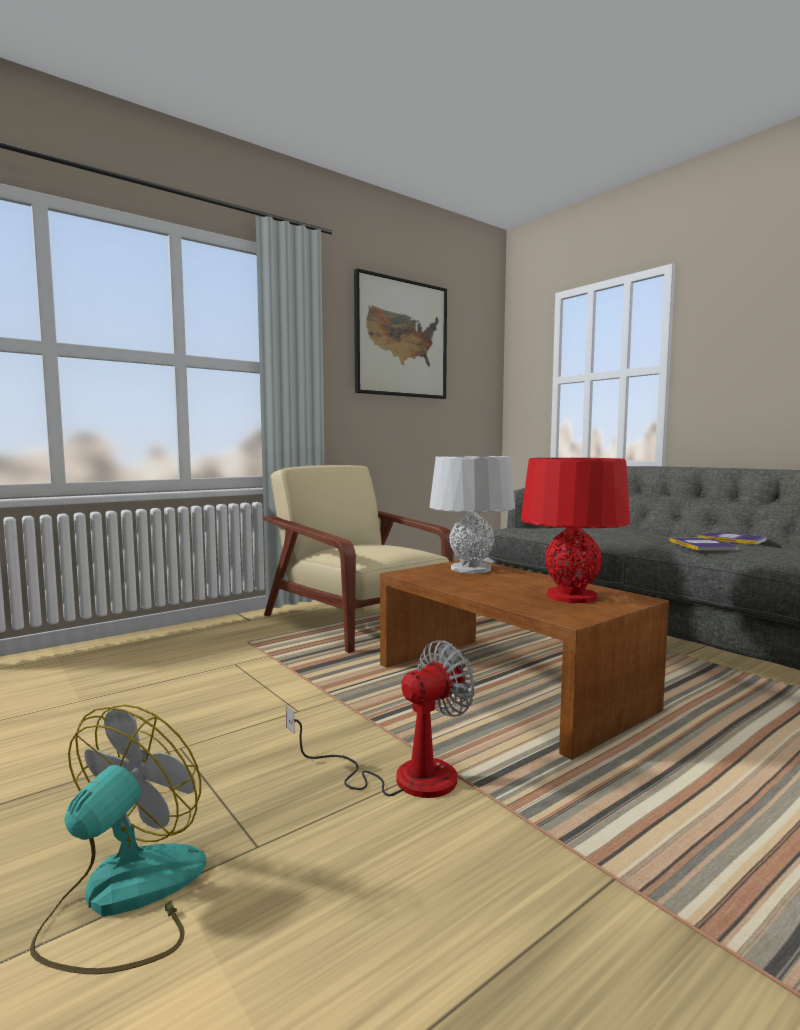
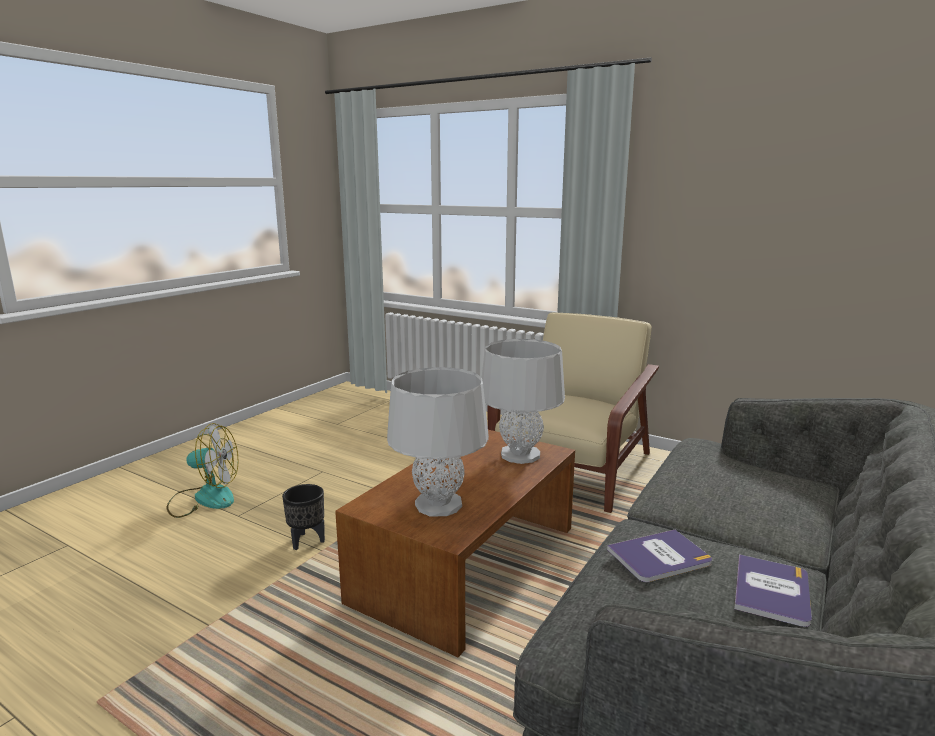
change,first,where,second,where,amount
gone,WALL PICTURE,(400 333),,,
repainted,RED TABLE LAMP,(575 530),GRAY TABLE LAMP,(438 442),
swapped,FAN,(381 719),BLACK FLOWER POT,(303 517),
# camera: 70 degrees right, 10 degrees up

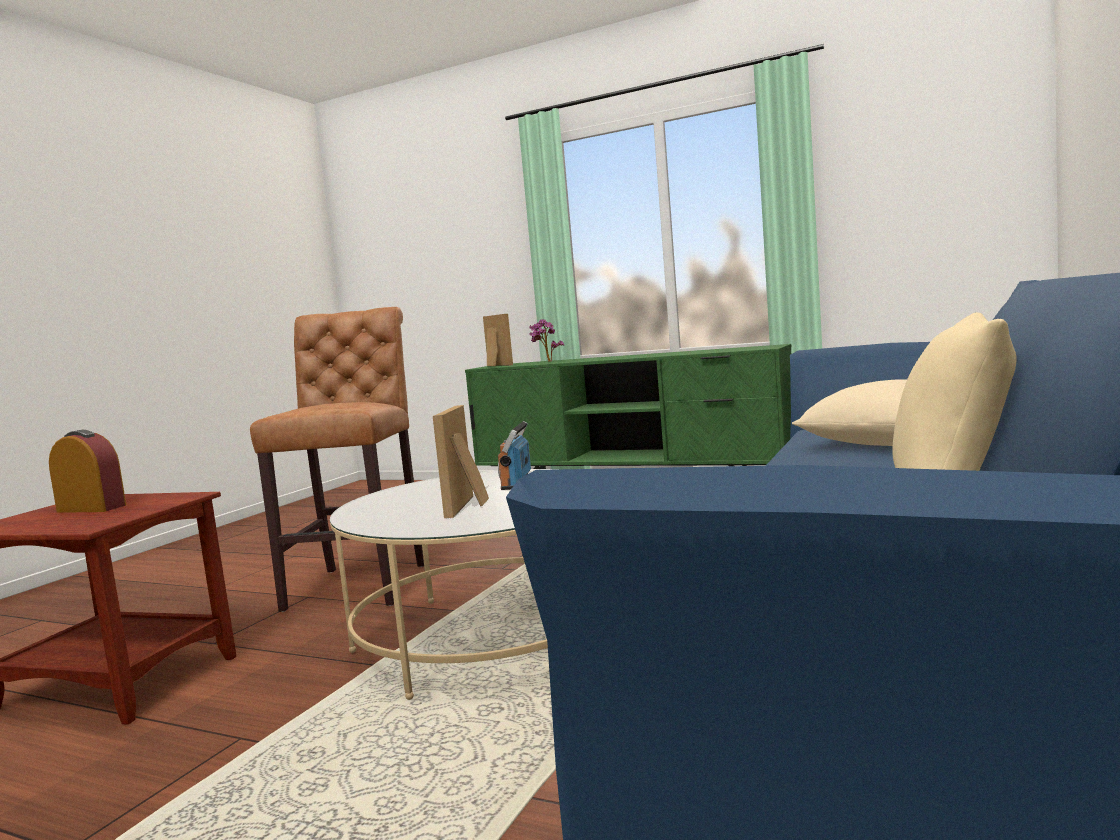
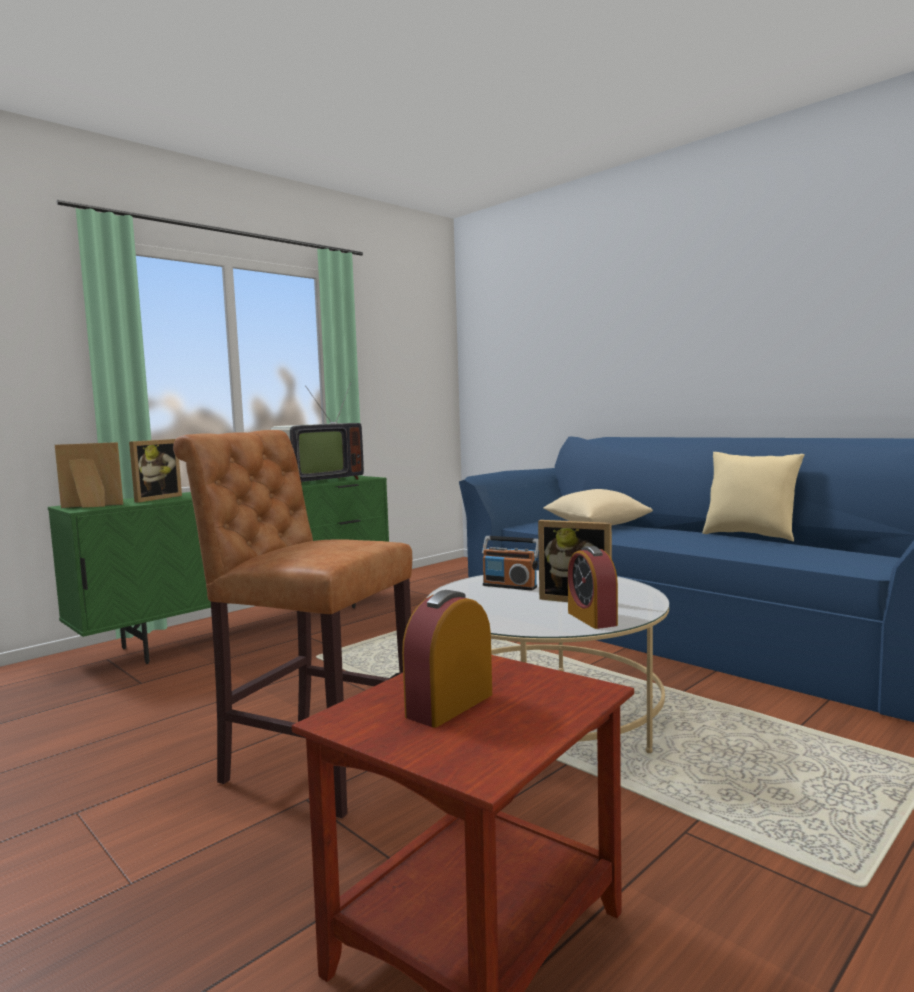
change,first,where,second,where,amount
swapped,POTTED PLANT,(547 340),PICTURE FRAME,(155 471),
new,,,TV,(317 432),
new,,,TABLE CLOCK,(593 587),
# camera: 70 degrees left, 0 degrees up

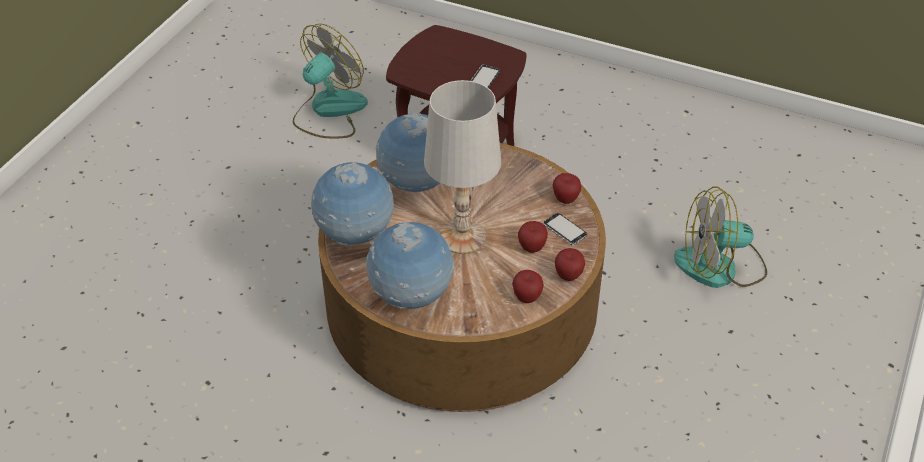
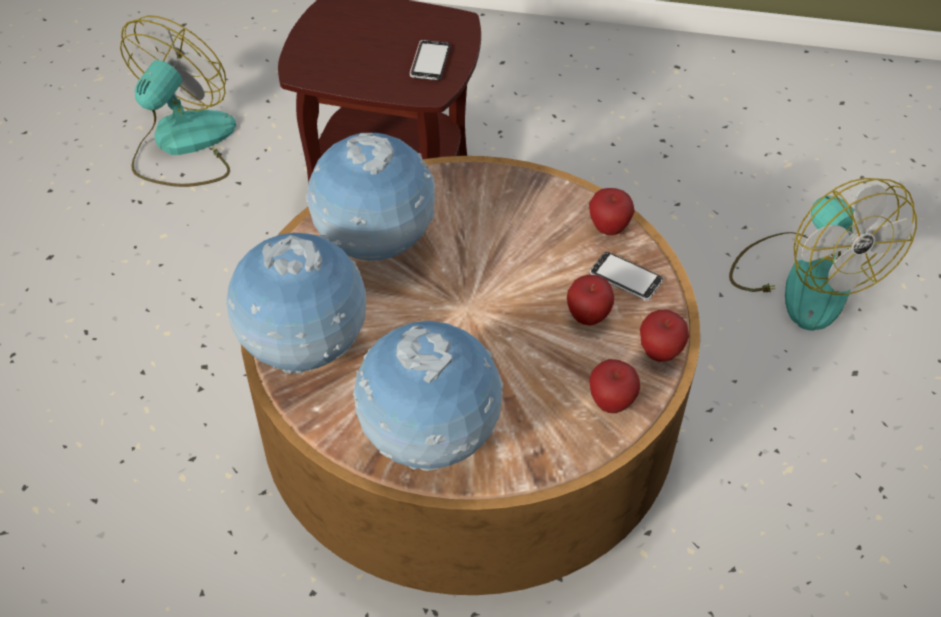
change,first,where,second,where,amount
gone,WHITE-COLOURED TABLE LAMP,(462 167),,,
rotated,FAN,(720 237),,(823 254),90 degrees counterclockwise
# camera: 15 degrees left, 5 degrees up

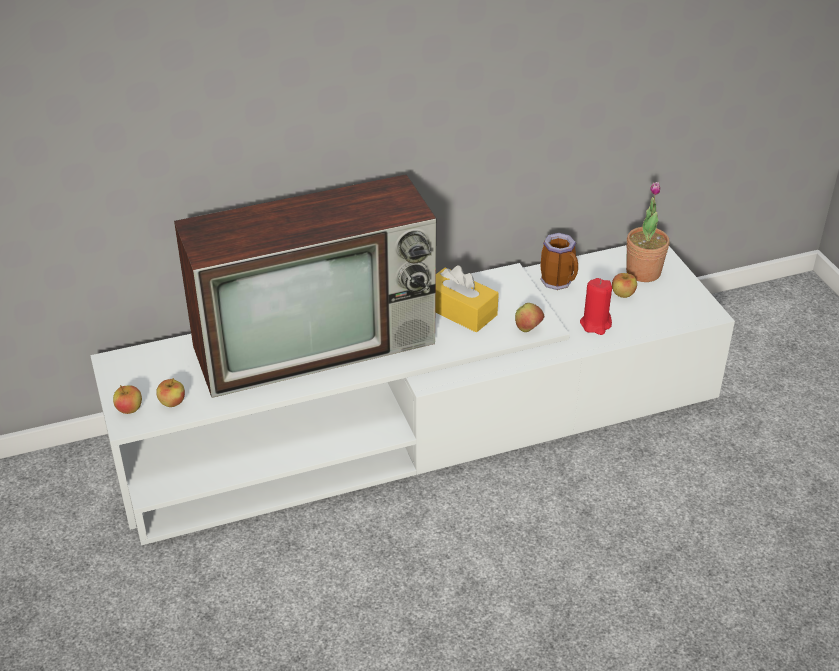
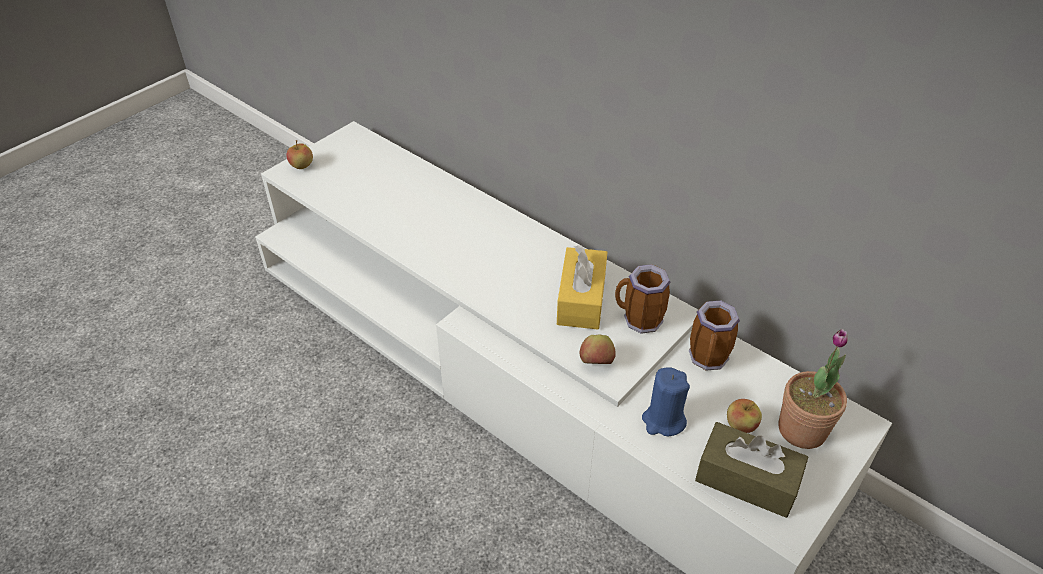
change,first,where,second,where,amount
gone,TV,(305 286),,,
repainted,RED CANDLE,(596 306),BLUE-COLOURED CANDLE,(666 402),
gone,WHOLE APPLE,(170 392),,,
new,,,MUG,(643 299),
new,,,BROWNISH BOX OF TISSUES,(751 470),
# camera: 60 degrees right, 5 degrees up

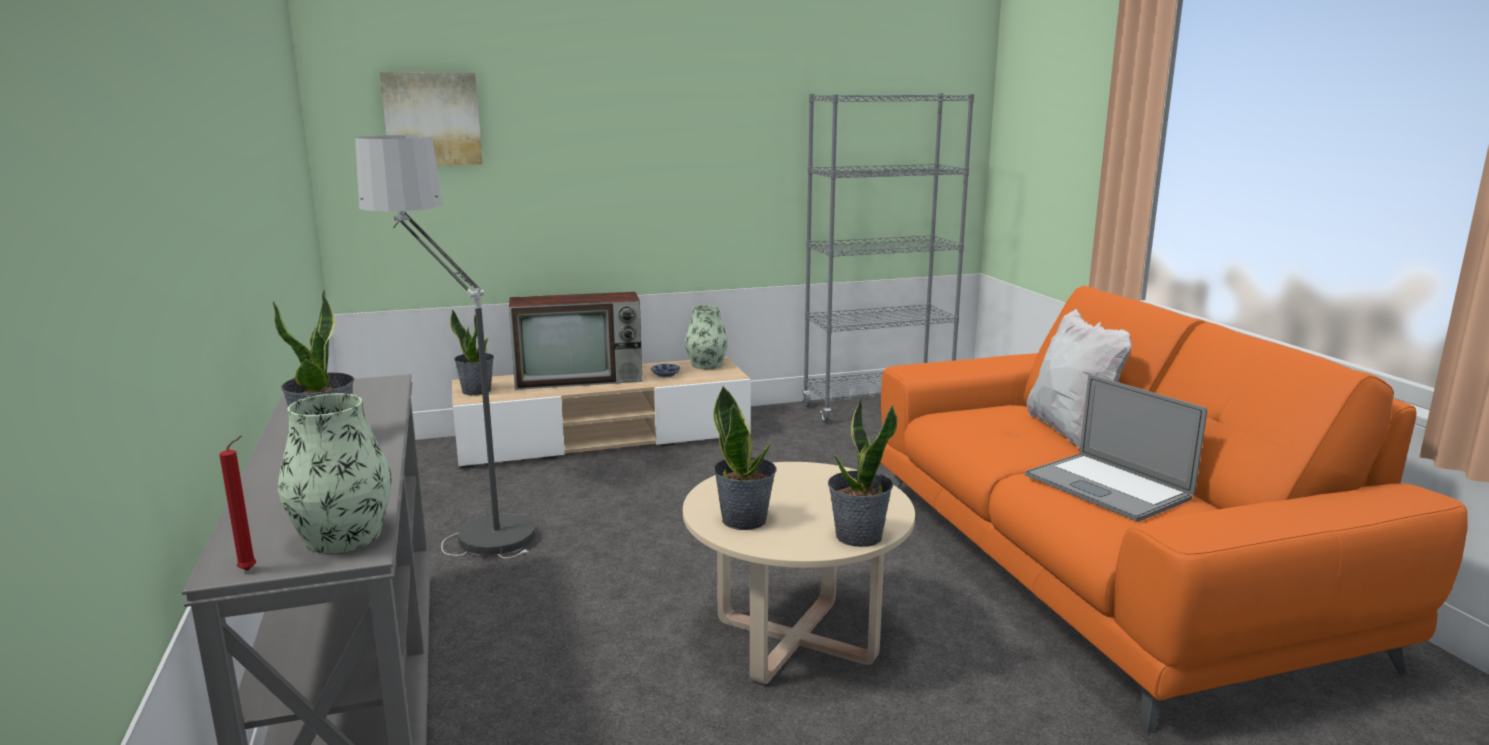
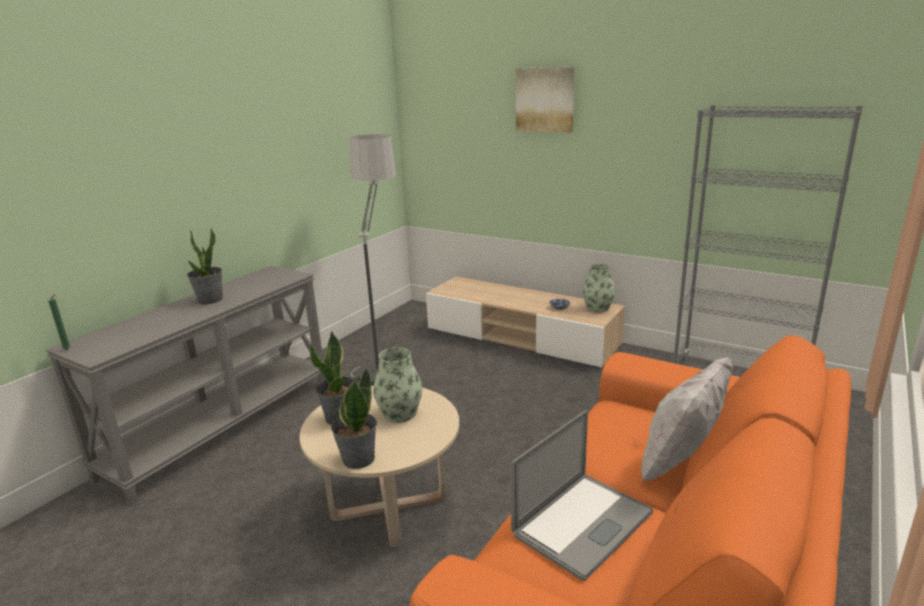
change,first,where,second,where,amount
shifted,WALL PICTURE,(431 118),,(545 99),
gone,TV,(575 341),,,
gone,POTTED PLANT,(472 353),,,
rotated,PORTABLE COMPUTER,(1116 448),,(582 495),150 degrees counterclockwise
shifted,DECORATIVE VASE,(335 473),,(397 385),
repainted,RED CANDLE,(237 503),GREEN CANDLE,(59 322),
# camera: 50 degrees right, 5 degrees up

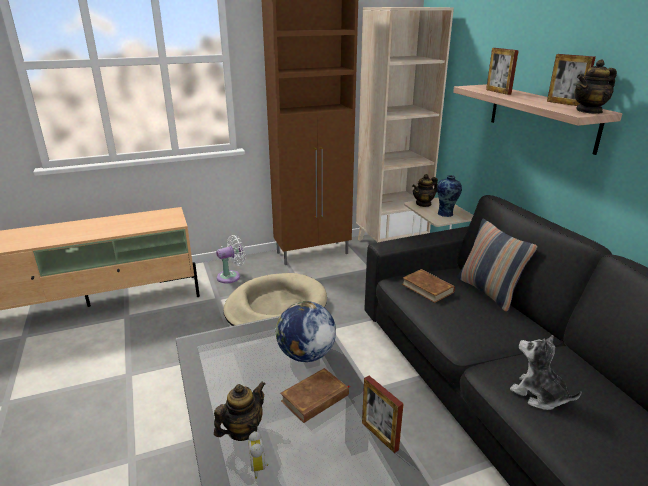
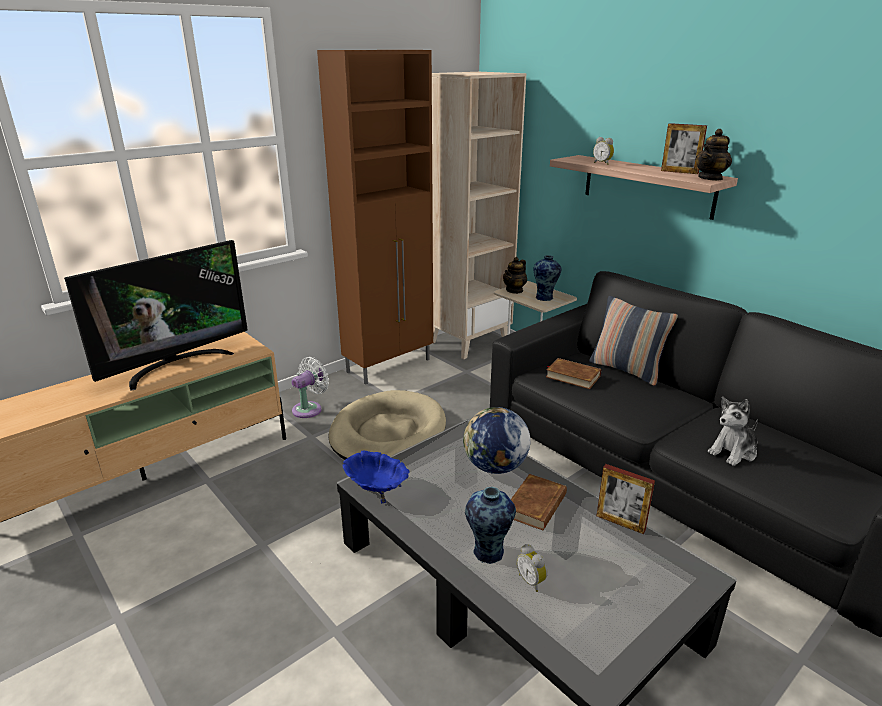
change,first,where,second,where,amount
swapped,PICTURE FRAME,(502 71),TABLE CLOCK,(603 151),
rotated,SOFT TOY,(546 372),,(733 431),60 degrees counterclockwise
swapped,POT FOR TEA,(239 411),DECORATIVE VASE,(490 525),
new,,,TV,(156 315),
new,,,BLUE-COLOURED DEEP DISH,(376 477),
# camera: 20 degrees left, 0 degrees up

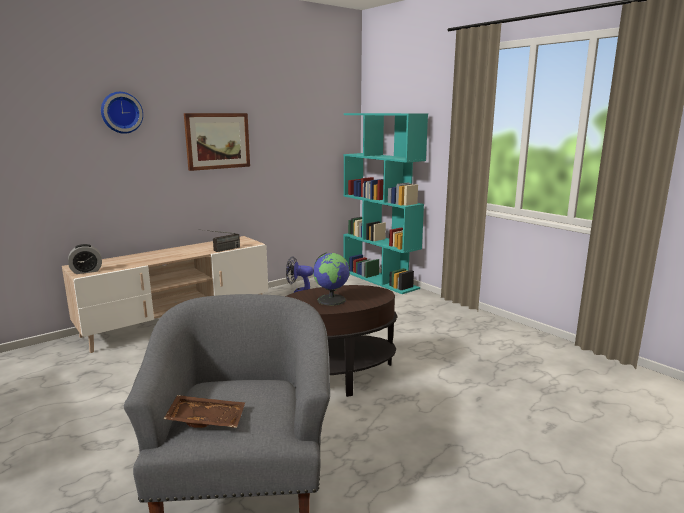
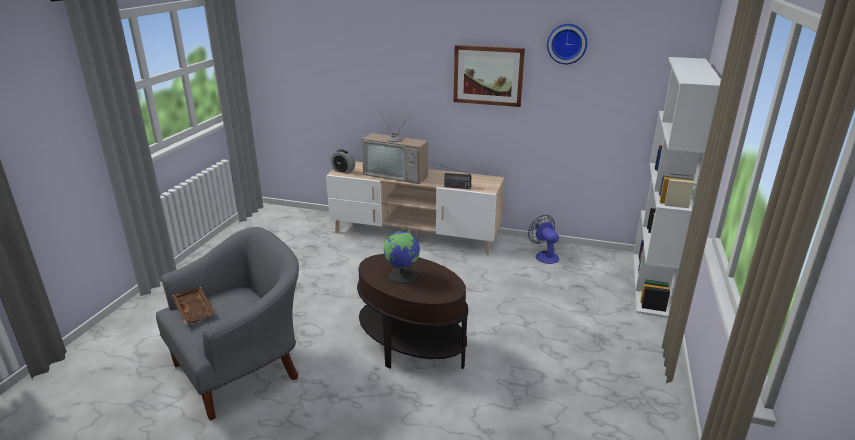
change,first,where,second,where,amount
shifted,CLOCK ON THE WALL,(122 113),,(567 44),
repainted,TURQUOISE-COLOURED BOOKSHELF,(386 203),WHITE-COLOURED BOOKSHELF,(677 187),
new,,,TV,(394 145),
# camera: 55 degrees right, 10 degrees up

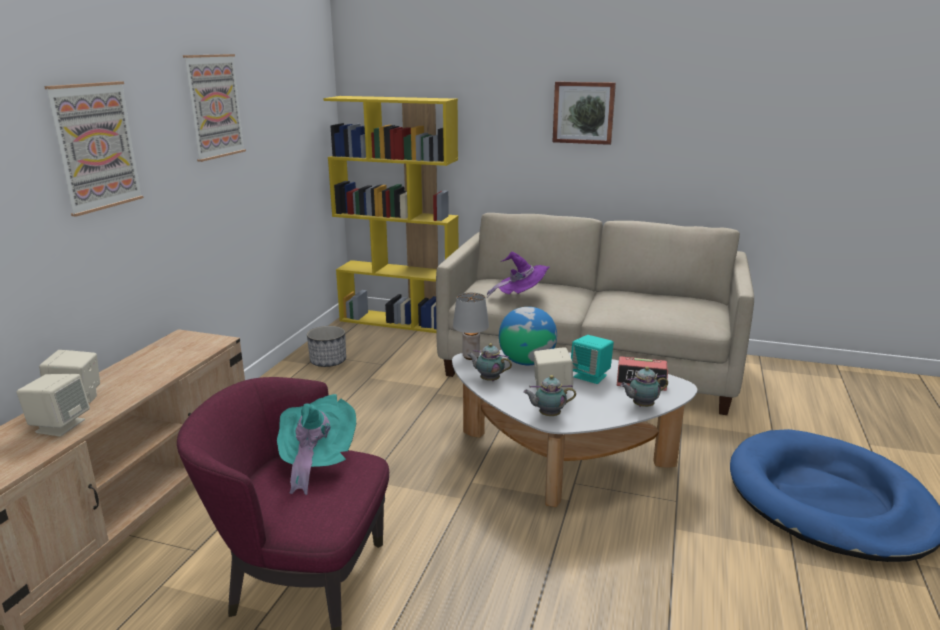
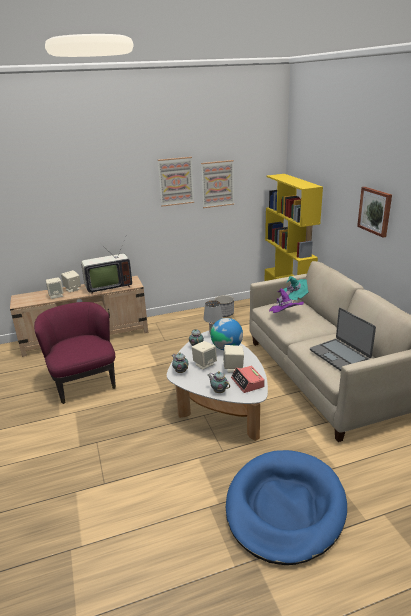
change,first,where,second,where,amount
shifted,WALL PICTURE,(94 149),,(217 184),
repainted,TURQUOISE-COLOURED LOUDSPEAKER,(592 359),BEIGE-COLOURED LOUDSPEAKER,(233 359),
shifted,TURQUOISE-COLOURED HAT,(316 444),,(292 289),
new,,,TV,(106 264),
new,,,PORTABLE COMPUTER,(343 339),
# camera: 55 degrees right, 5 degrees up

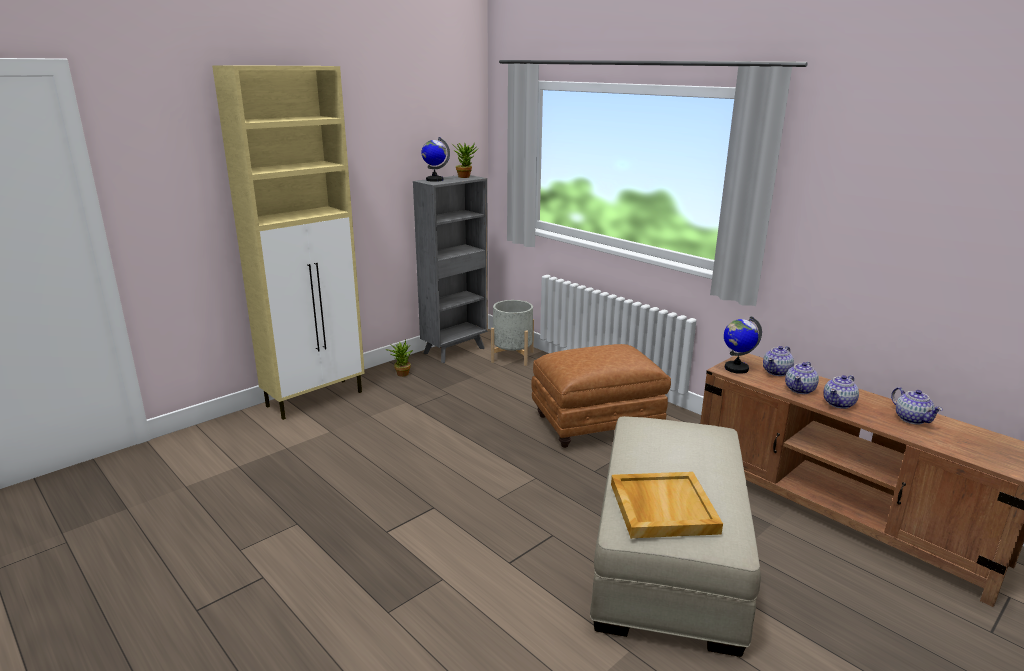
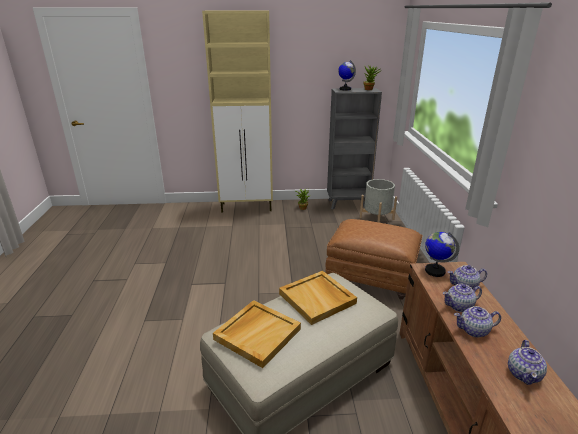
change,first,where,second,where,amount
new,,,BEIGE-COLOURED SERVING TRAY,(318 298),
# camera: 40 degrees right, 5 degrees up

